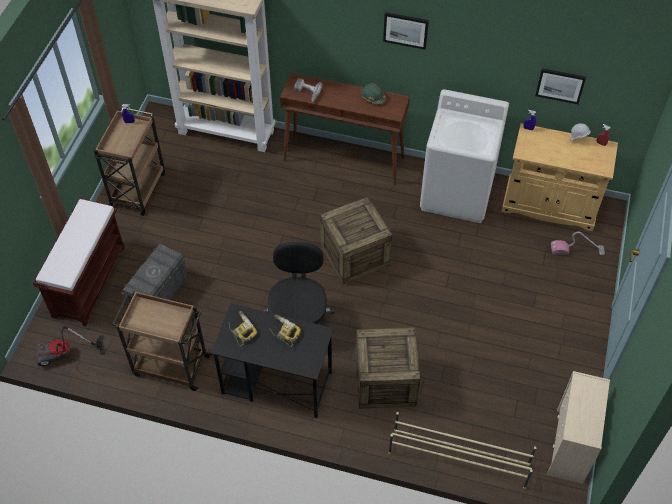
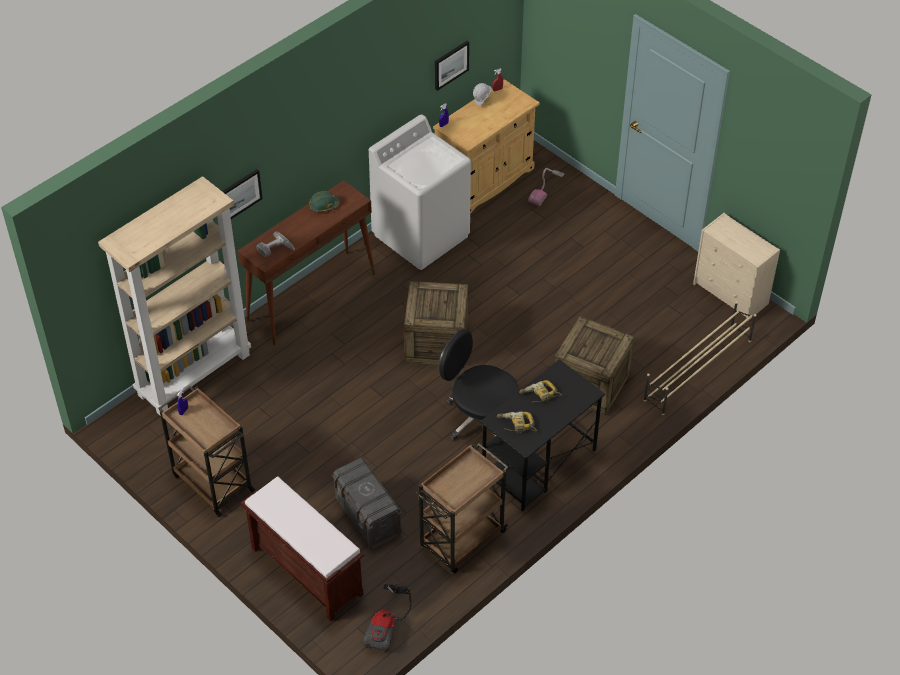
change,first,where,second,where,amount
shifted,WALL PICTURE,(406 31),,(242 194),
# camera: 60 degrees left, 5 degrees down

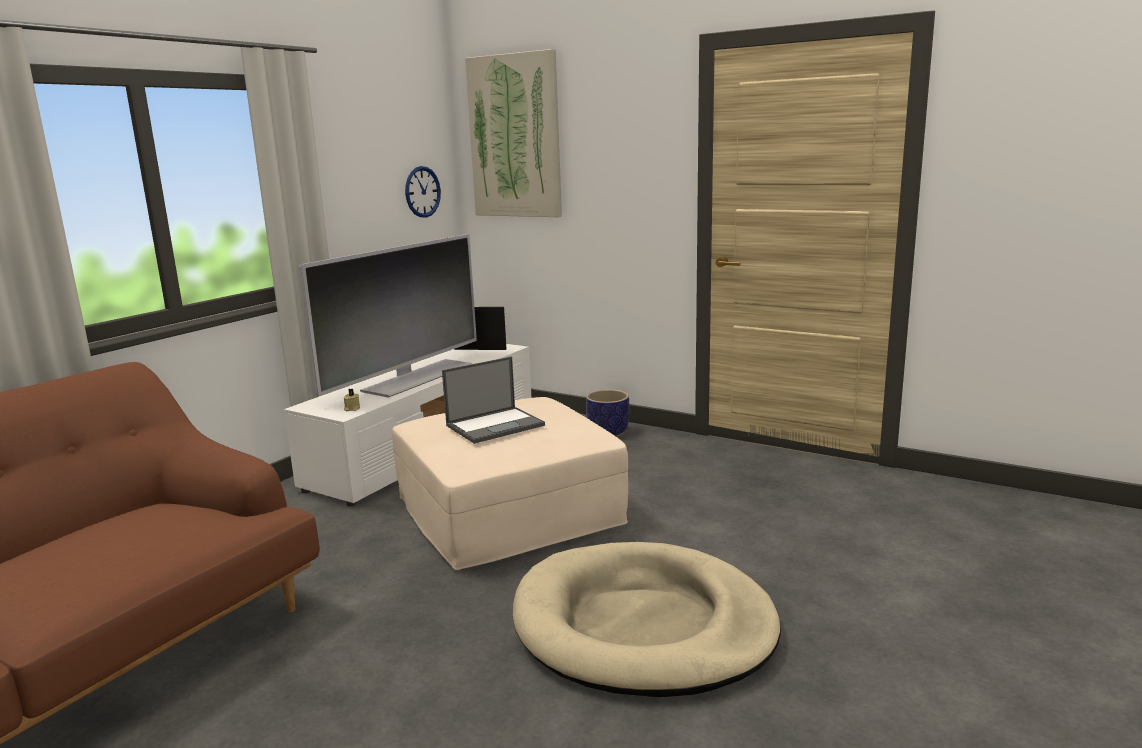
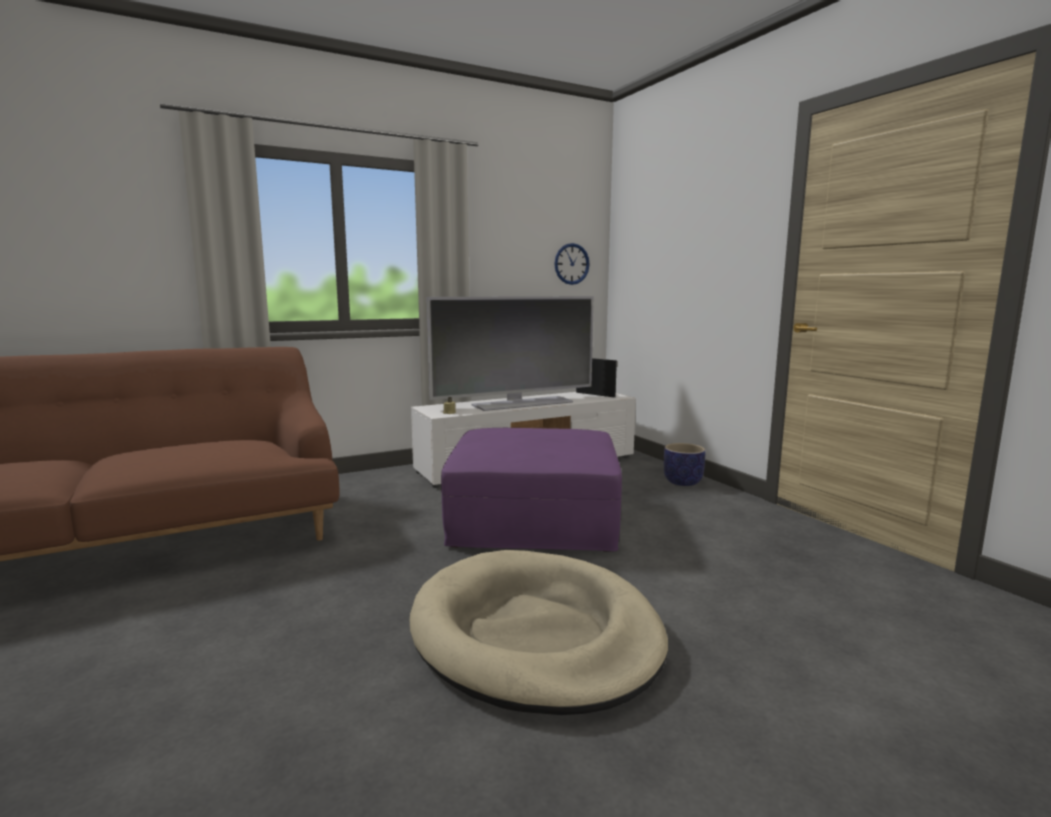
change,first,where,second,where,amount
gone,WALL PICTURE,(513 133),,,
gone,PORTABLE COMPUTER,(493 400),,,
repainted,BEIGE-COLOURED POUFFE,(510 483),PURPLISH POUFFE,(531 490),
# camera: 30 degrees right, 5 degrees down

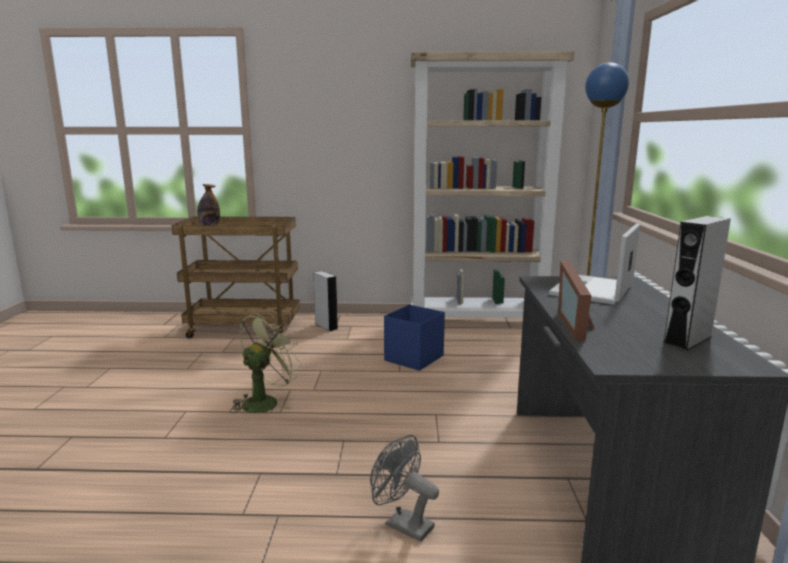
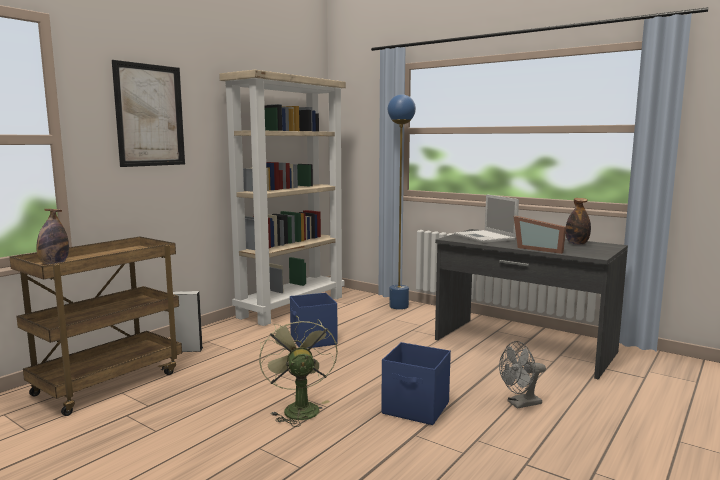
change,first,where,second,where,amount
swapped,GRAY LOUDSPEAKER,(697 283),BOTTLE,(578 221),
new,,,WALL PICTURE,(148 113),
new,,,BLUE-COLOURED STORAGE BIN,(416 383),
# camera: 55 degrees left, 5 degrees down

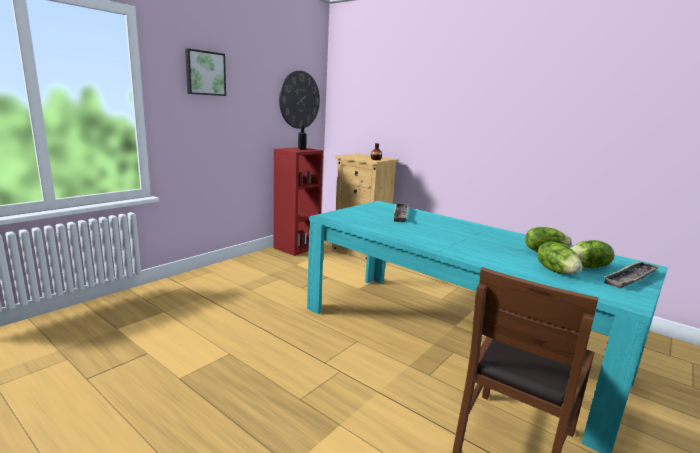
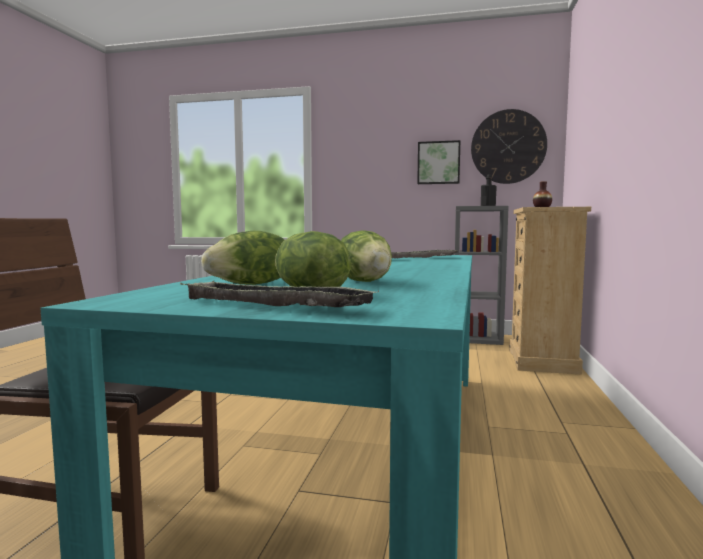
change,first,where,second,where,amount
shifted,WALL PICTURE,(205 72),,(438 162),
repainted,RED BOOKSHELF,(298 201),GRAY BOOKSHELF,(482 275),
# camera: 65 degrees right, 10 degrees down

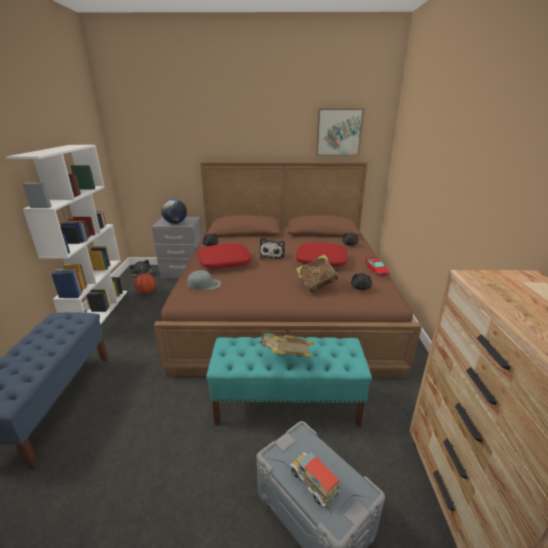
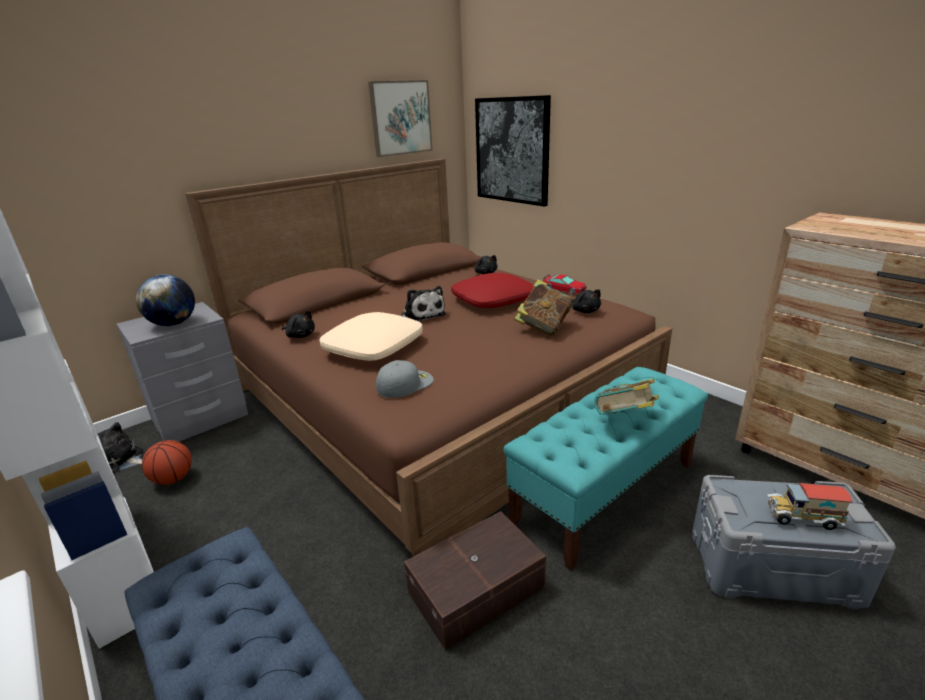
change,first,where,second,where,amount
repainted,RED CUSHION,(224 256),BEIGE-COLOURED CUSHION,(371 336),
new,,,WALL PICTURE,(513 151),
new,,,BROWNISH STORAGE BIN,(475 581),
# camera: 40 degrees left, 0 degrees up

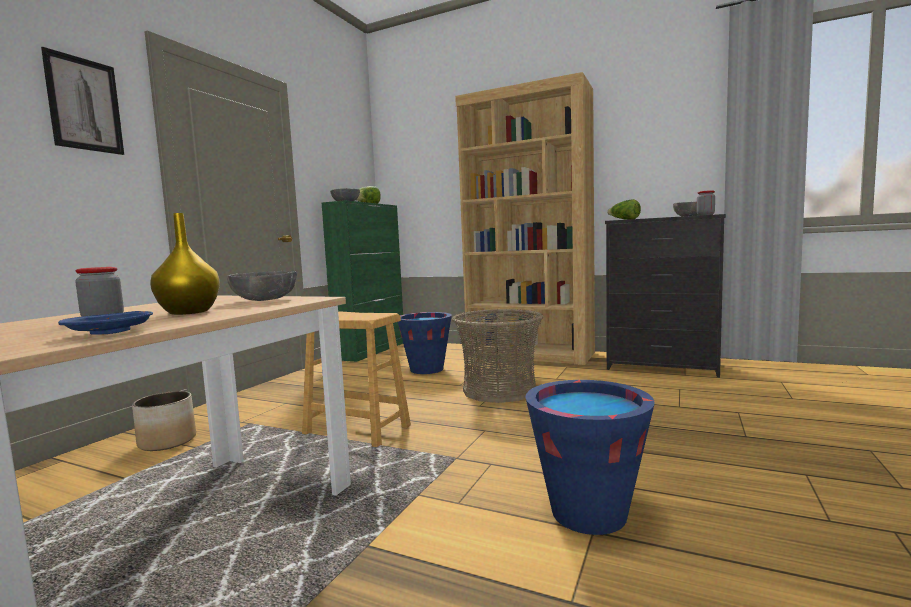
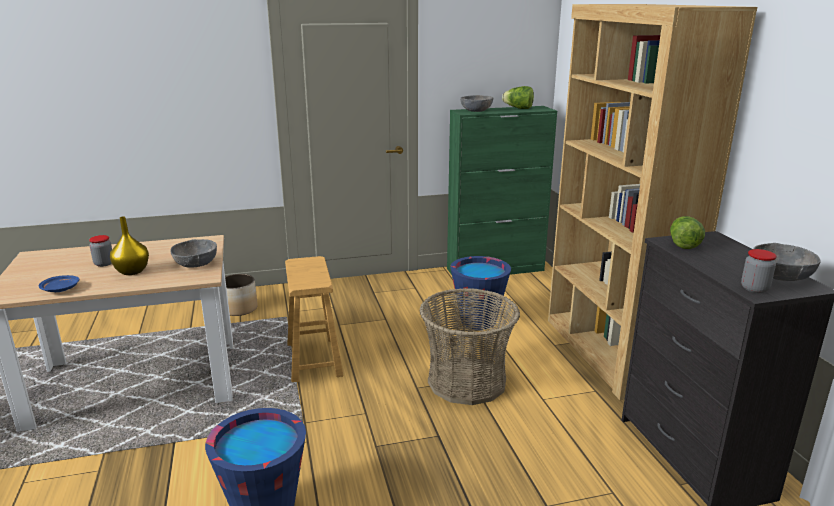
change,first,where,second,where,amount
gone,WALL PICTURE,(82 101),,,
# camera: 50 degrees right, 15 degrees up

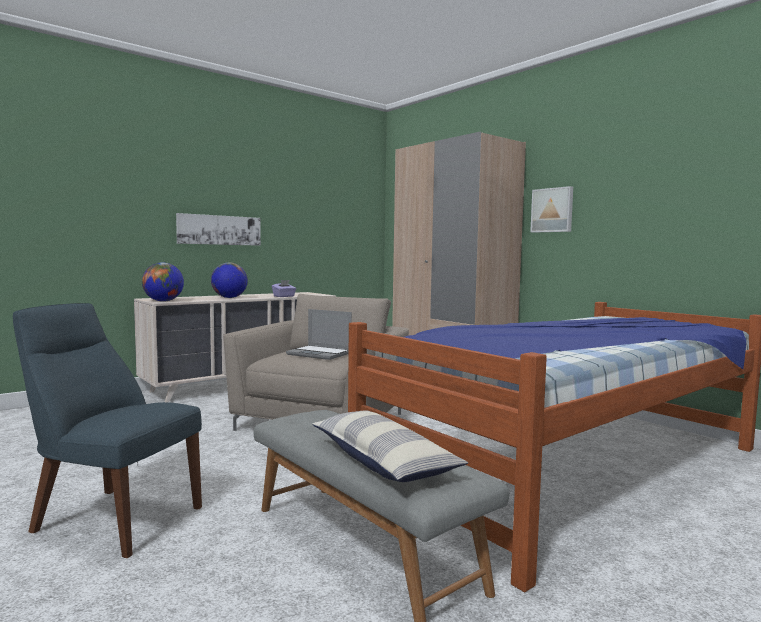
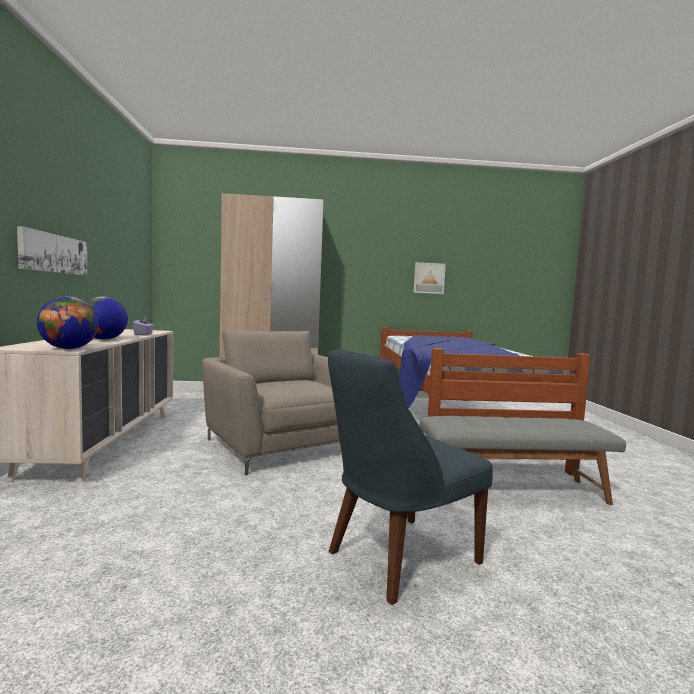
change,first,where,second,where,amount
shifted,WALL PICTURE,(551 209),,(429 278),
gone,PORTABLE COMPUTER,(319 334),,,
gone,CUSHION,(390 446),,,
# camera: 55 degrees left, 0 degrees up

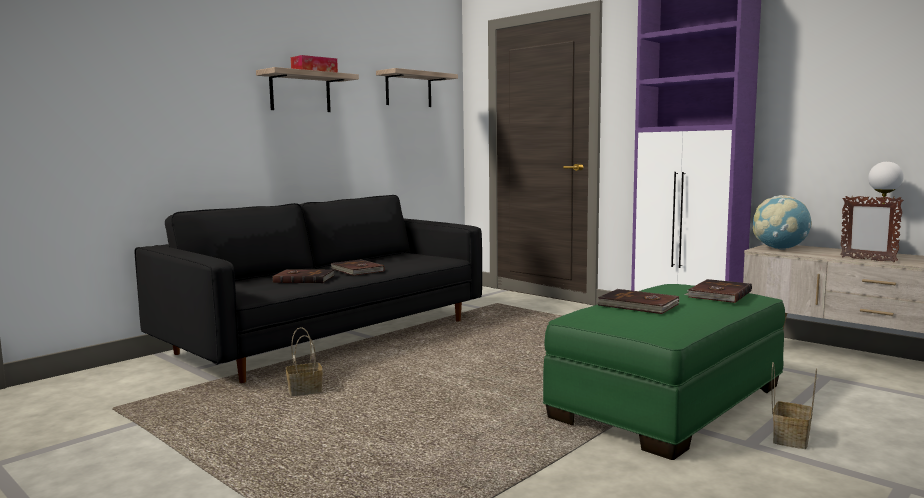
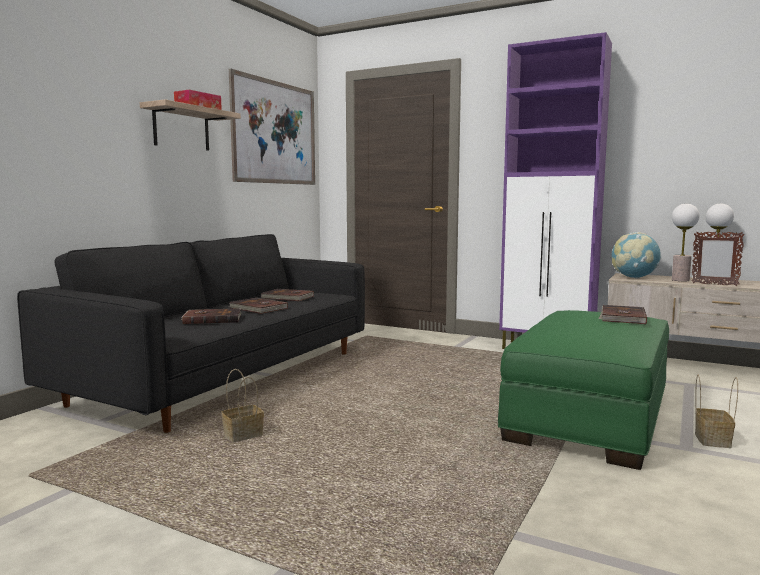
change,first,where,second,where,amount
swapped,SHELF,(417 87),WALL PICTURE,(272 126),
shifted,BROWNISH BOUND BOOK,(638 301),,(287 295),
new,,,TABLE LAMP,(686 242),
# camera: 15 degrees left, 0 degrees up

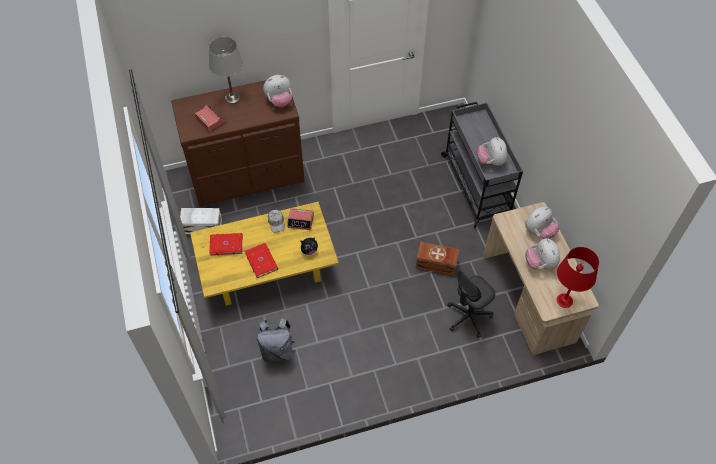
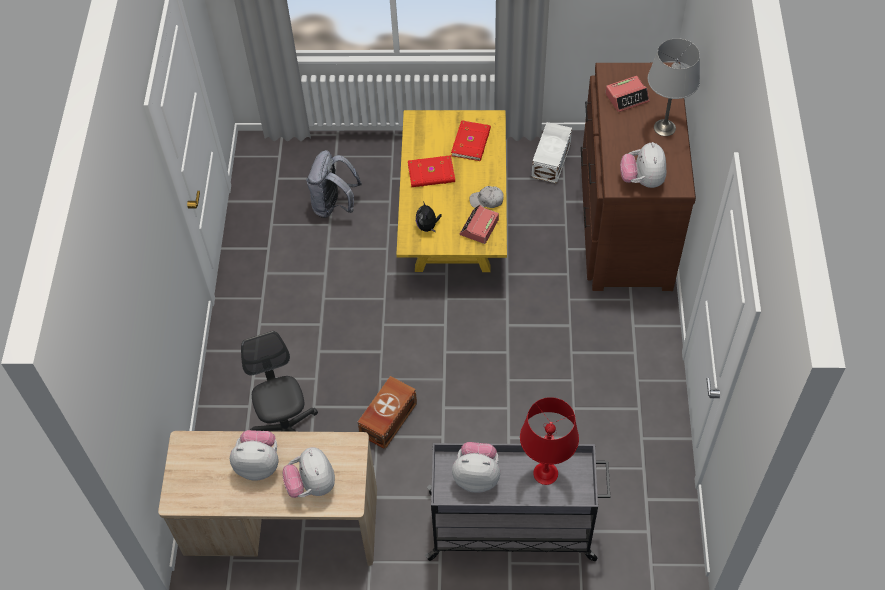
change,first,where,second,where,amount
shifted,RED TABLE LAMP,(578 277),,(549 441),
# camera: 110 degrees right, 0 degrees up

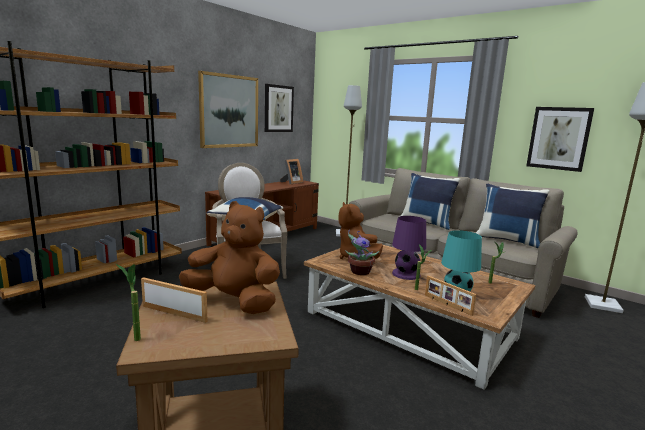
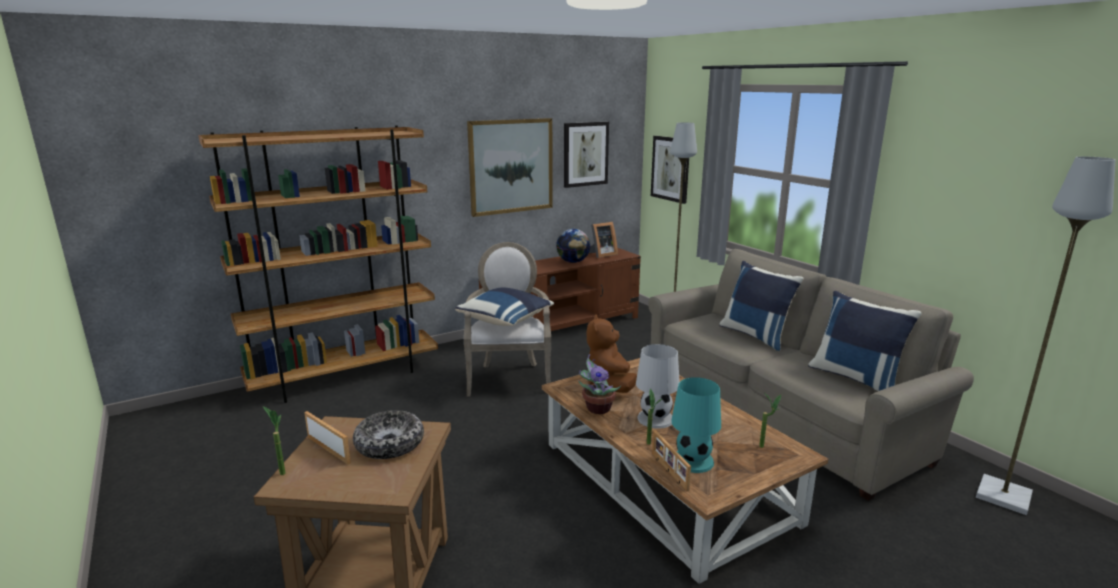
change,first,where,second,where,amount
shifted,WALL PICTURE,(560 139),,(670 170),
swapped,BROWNISH SOFT TOY,(229 257),DEEP DISH,(388 434),
repainted,PURPLISH TABLE LAMP,(409 248),WHITE-COLOURED TABLE LAMP,(658 386),
new,,,DESK GLOBE,(573 246),
# camera: 20 degrees right, 5 degrees up

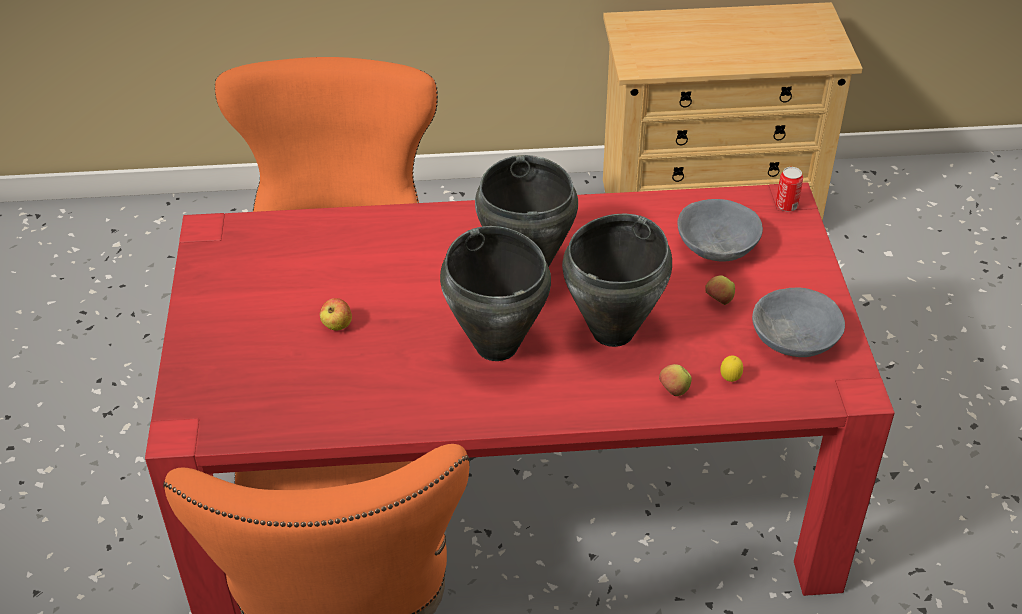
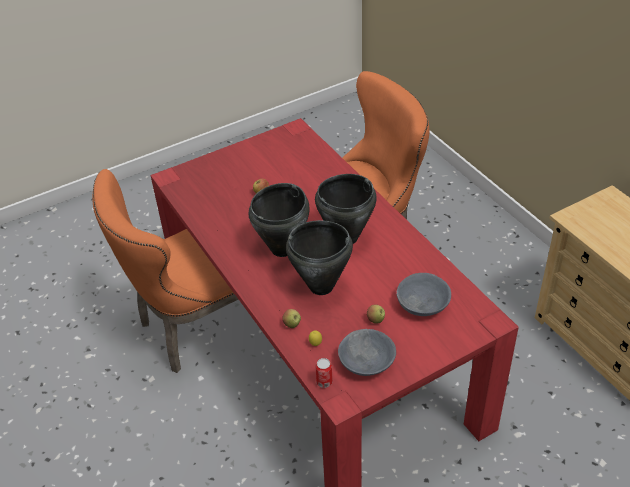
change,first,where,second,where,amount
shifted,SEALED CAN,(789 189),,(324 373),
# camera: 65 degrees right, 0 degrees up

